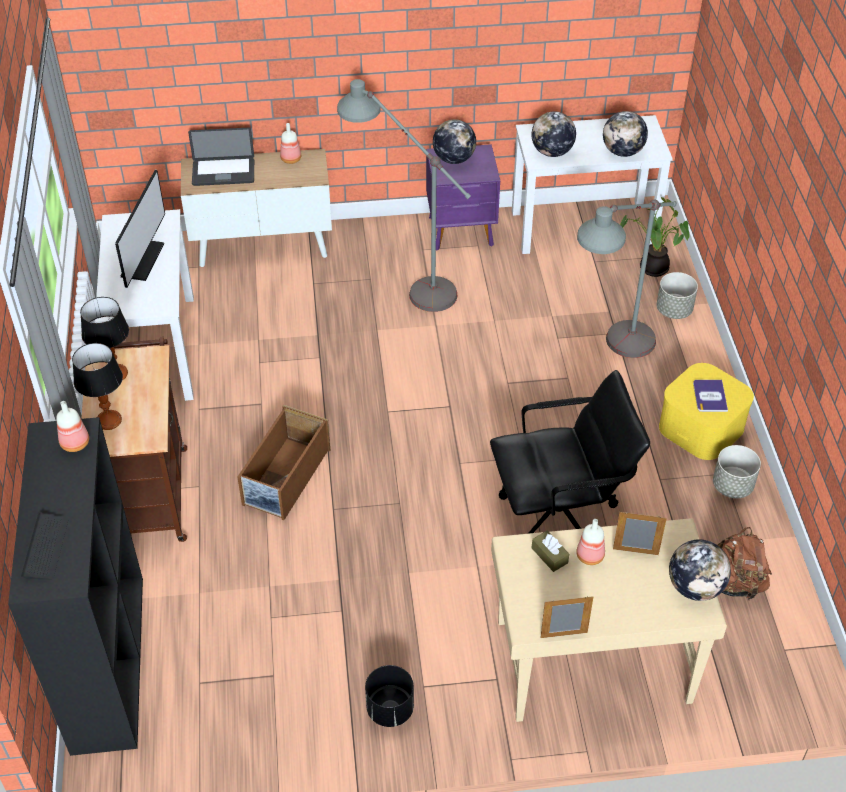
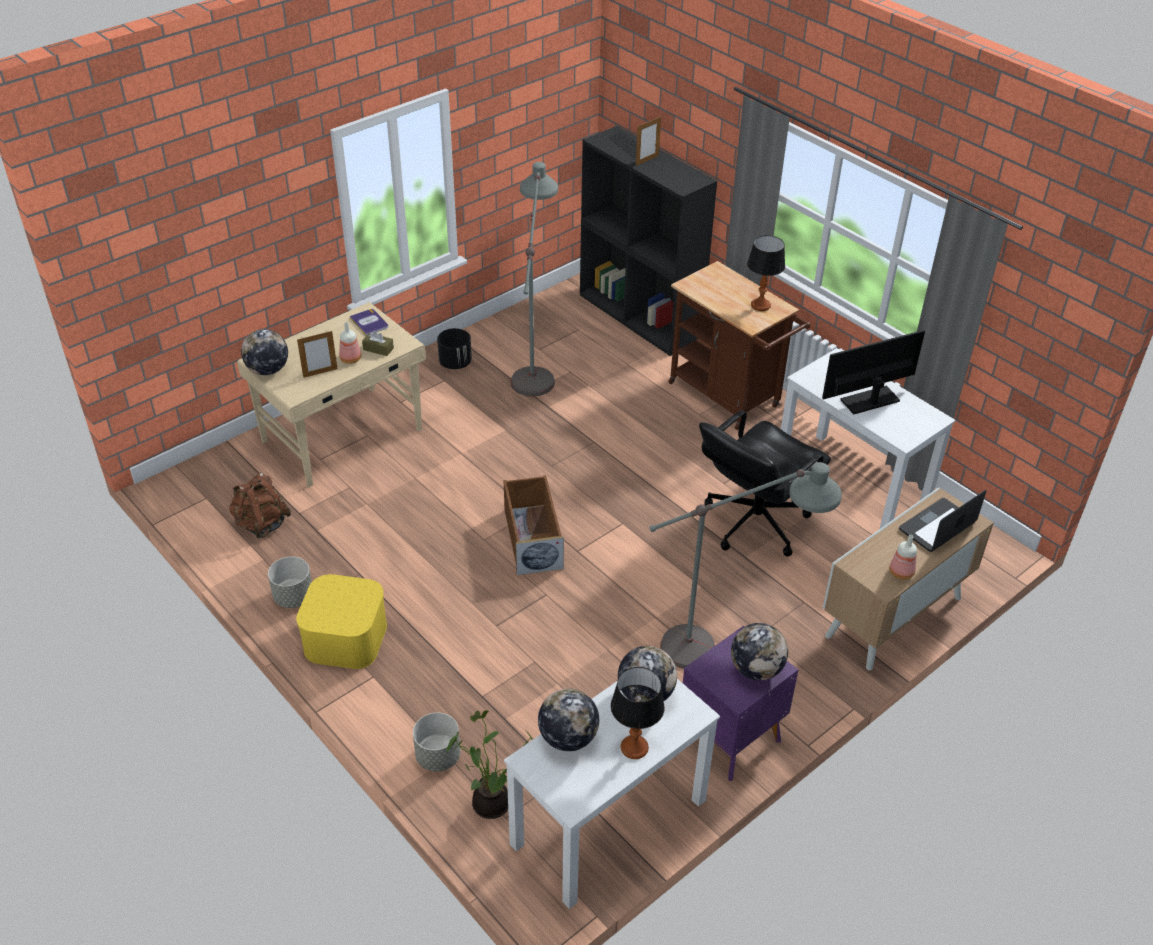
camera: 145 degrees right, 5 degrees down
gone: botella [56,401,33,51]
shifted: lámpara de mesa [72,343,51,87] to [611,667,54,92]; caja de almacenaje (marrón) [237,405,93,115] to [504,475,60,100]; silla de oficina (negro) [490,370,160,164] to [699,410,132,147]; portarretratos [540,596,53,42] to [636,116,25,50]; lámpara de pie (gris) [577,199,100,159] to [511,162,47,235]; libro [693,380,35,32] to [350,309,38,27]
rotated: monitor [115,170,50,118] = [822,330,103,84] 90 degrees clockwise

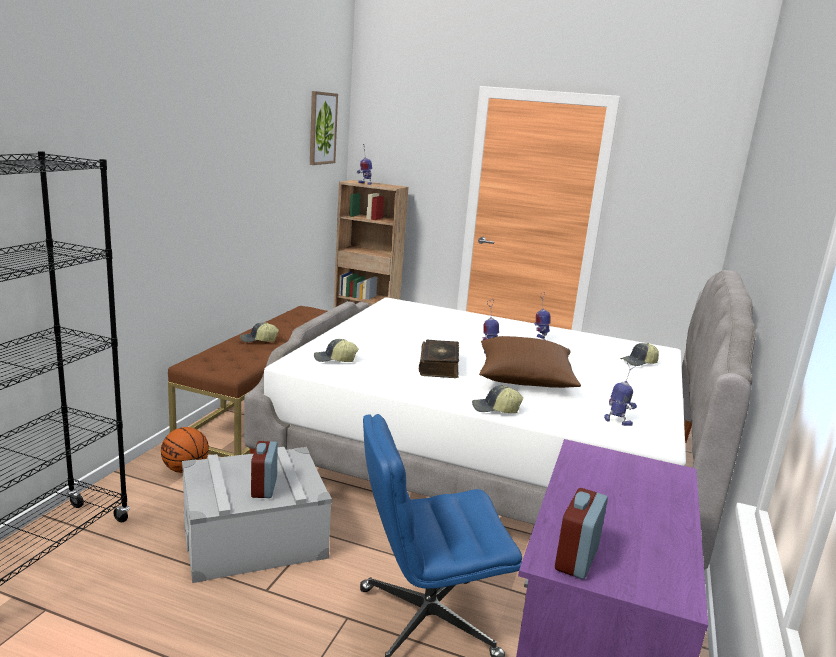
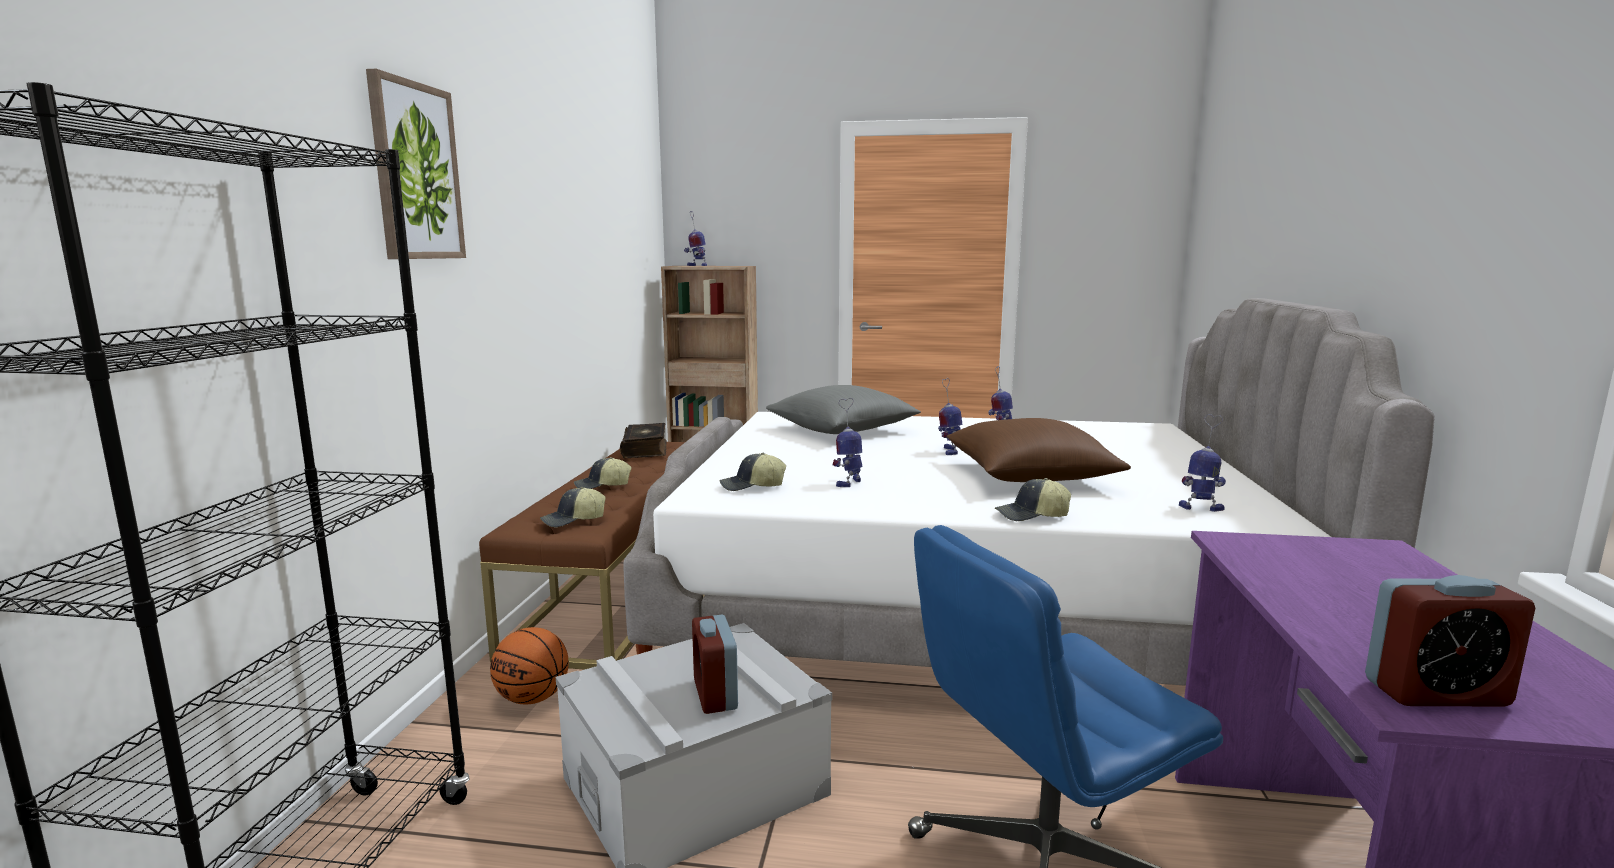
camera: 10 degrees left, 5 degrees down
new: cojín (gris) [766,385,155,49]; robot de juguete [833,398,30,89]
shifted: cuadro [310,91,28,74] to [366,69,100,190]; libro [419,340,40,38] to [620,423,47,35]; gorra [620,343,39,23] to [540,487,66,40]
rotated: despertador [555,488,53,91] = [1365,575,170,131] 105 degrees counterclockwise

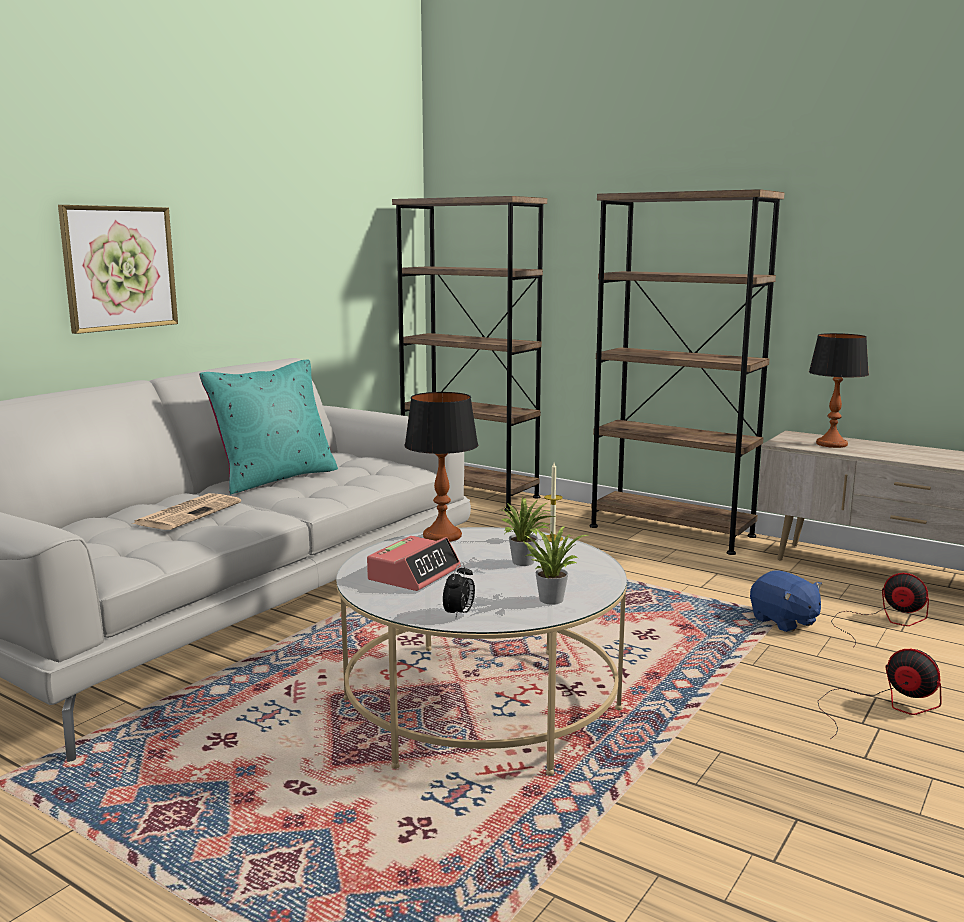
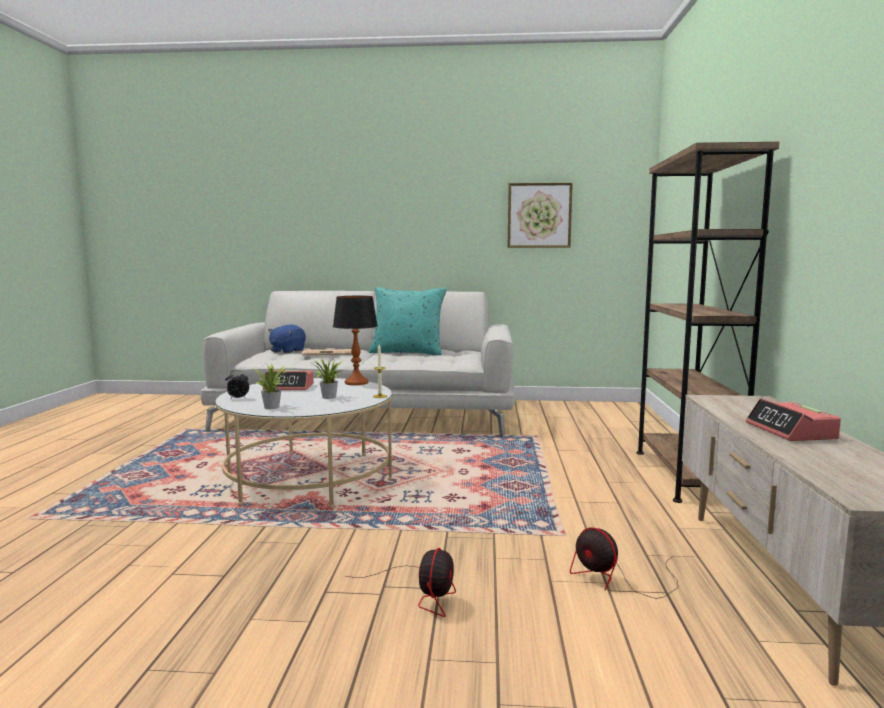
camera: 60 degrees right, 5 degrees down
gone: estantería (marrón) [392,196,155,315]; lámpara de mesa [809,333,60,115]
new: despertador [746,398,95,43]
shifted: cuadro [58,205,120,129] to [507,183,66,65]; peluche (azul) [750,570,72,63] to [268,324,38,29]
rotated: ventilador [831,573,98,75] = [570,527,108,72] 135 degrees clockwise

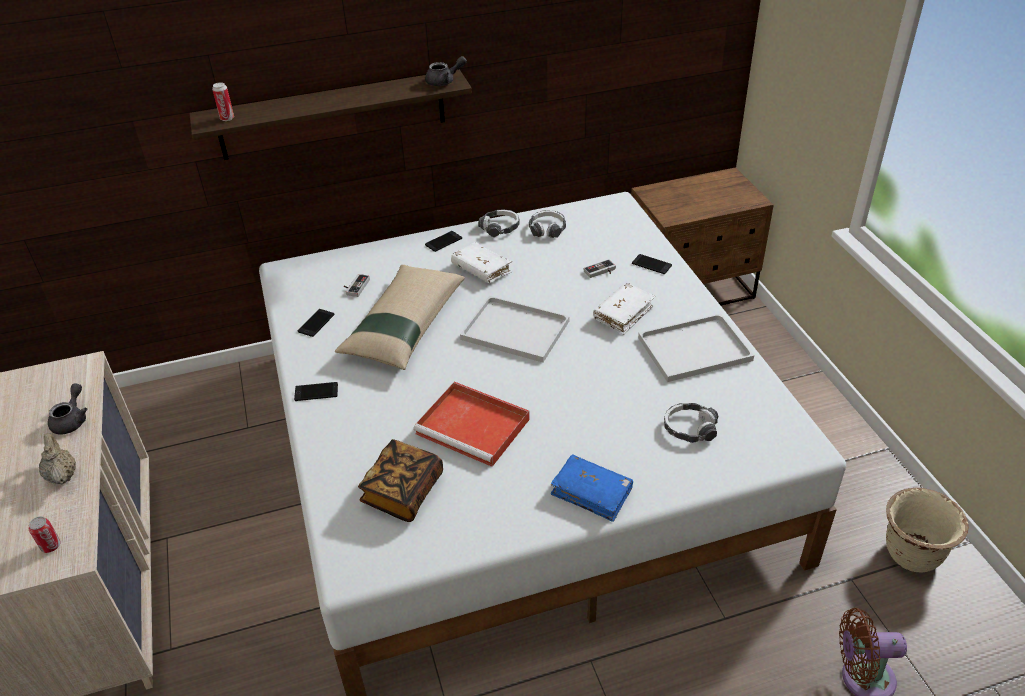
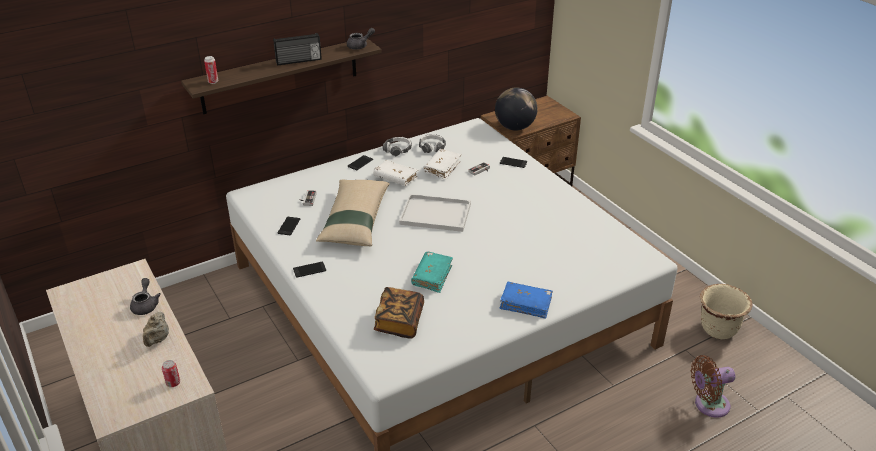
camera: 15 degrees left, 5 degrees down
gone: bandeja (blanco) [638,314,116,68]; auriculares [664,403,54,40]
new: radio [273,33,49,33]; globo terráqueo [495,87,43,44]
shifted: libro (blanco) [593,283,62,52] to [423,149,38,31]
swapped: bandeja (rojo) [414,382,116,85] to libro (turquesa) [411,252,42,41]
rotated: tetera (beis) [39,433,37,51] = [143,312,26,35] 135 degrees counterclockwise

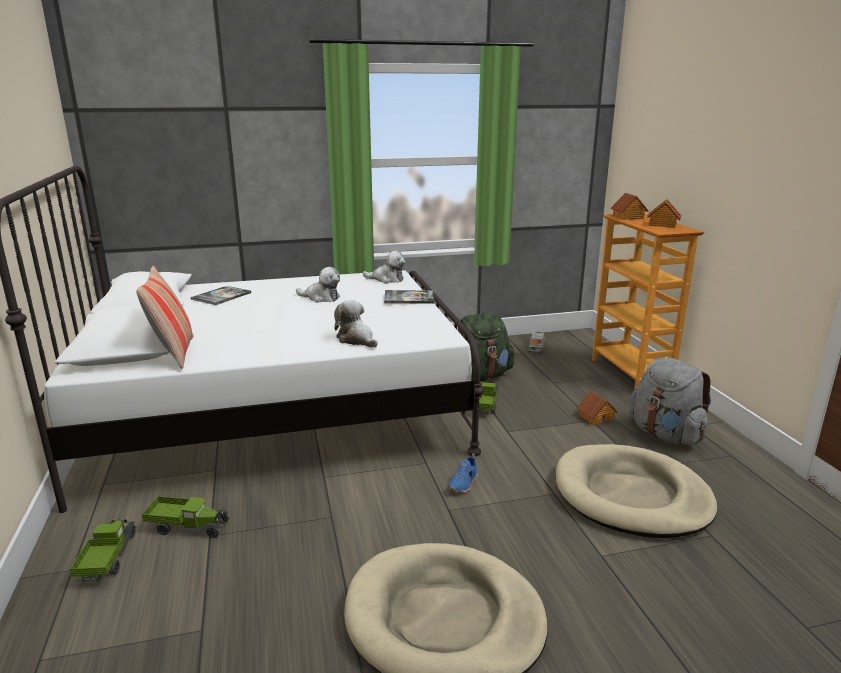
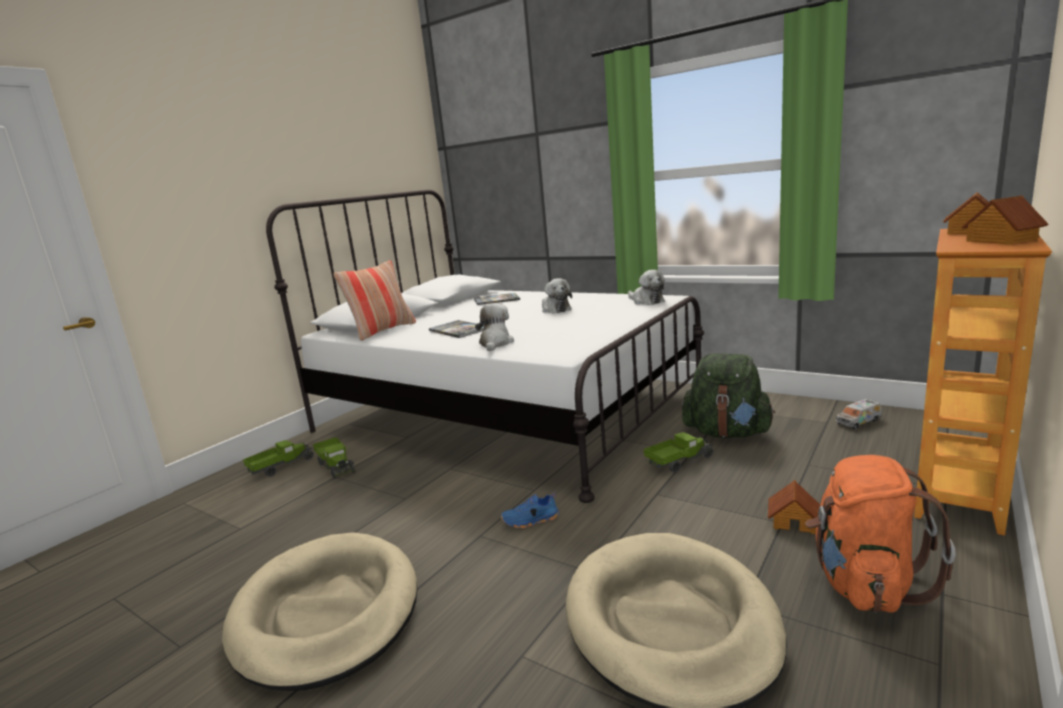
camera: 50 degrees right, 5 degrees down
shifted: libro [384,290,50,14] to [429,320,55,18]
repainted: mochila (gris) [629,358,82,88] to mochila (naranja) [805,455,151,158]

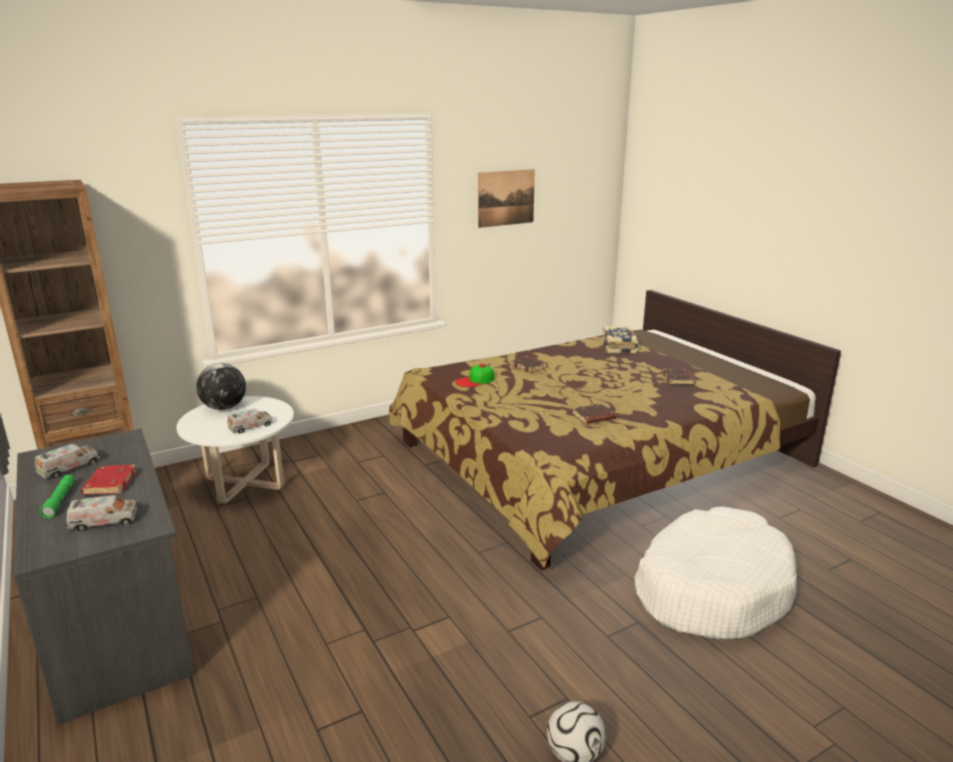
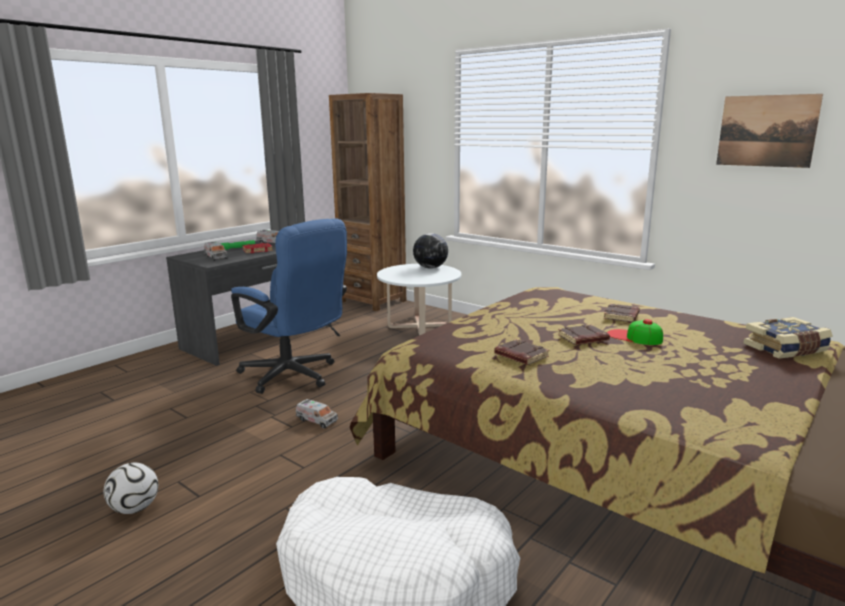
camera: 70 degrees right, 5 degrees down
new: silla de oficina (azul) [231,219,116,175]
shifted: camión de juguete [227,409,45,25] to [296,399,42,30]; gorra [455,364,40,23] to [607,319,56,26]; libro (marrón) [663,369,33,16] to [558,325,52,20]

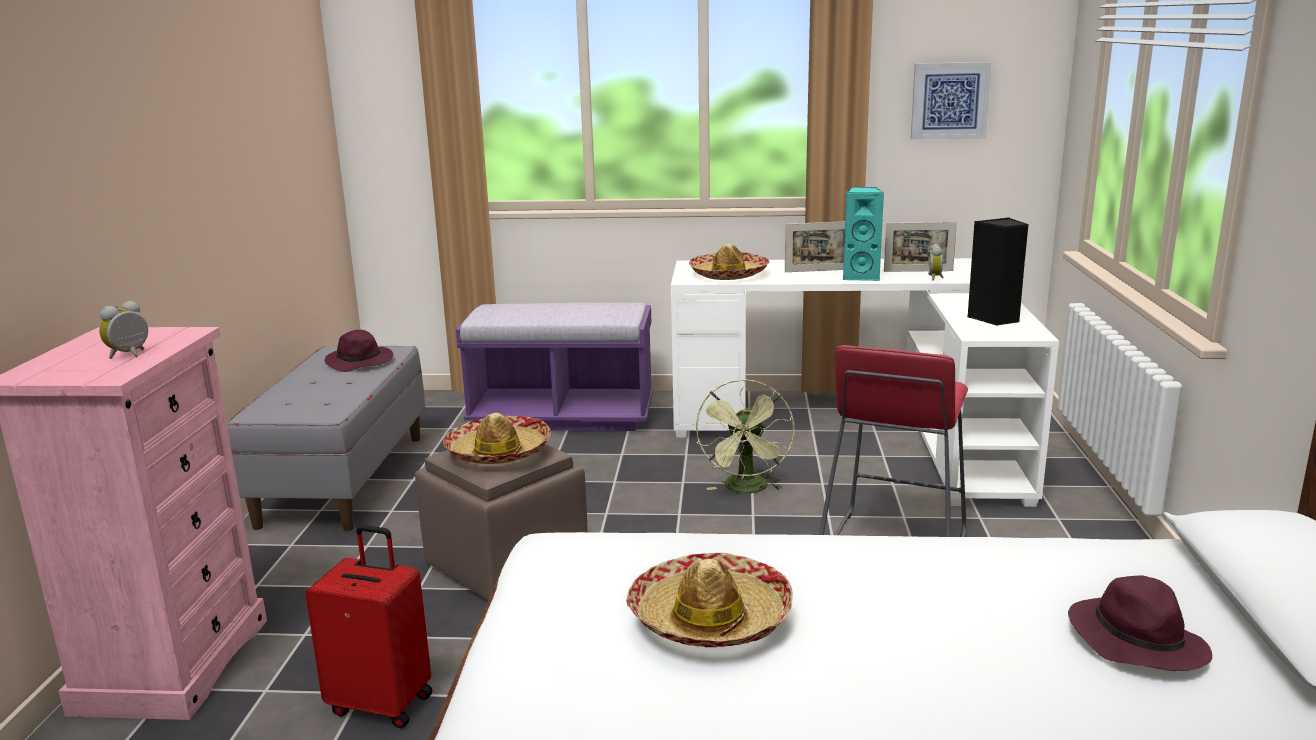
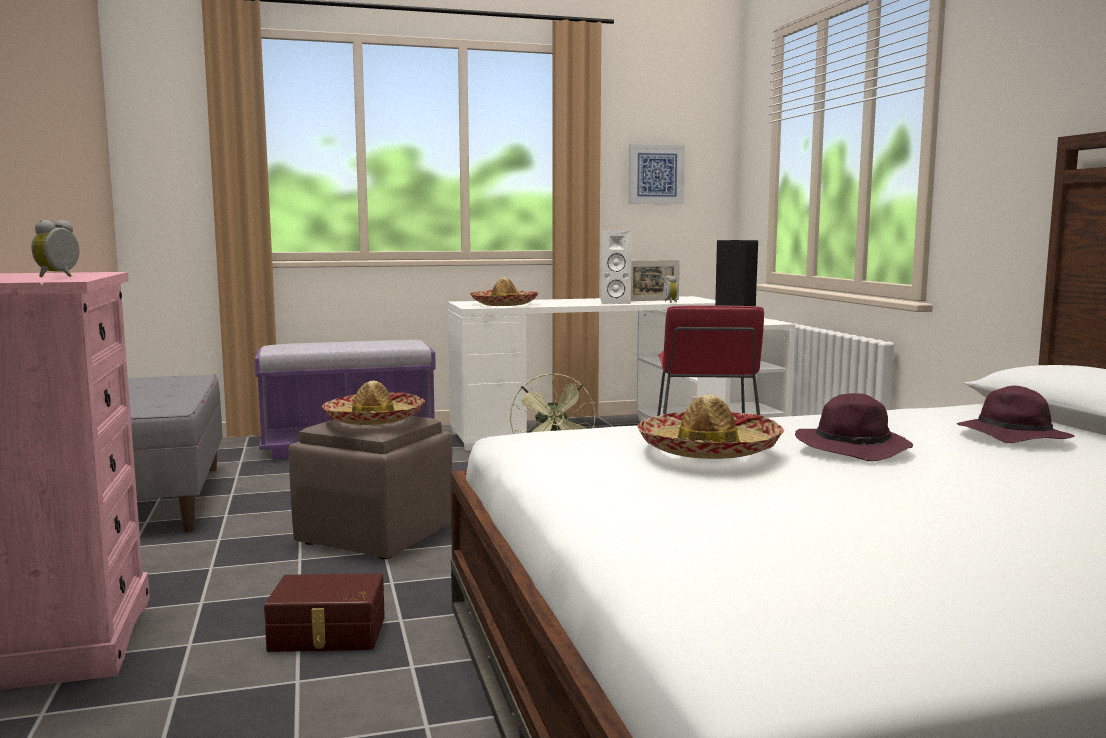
camera: 20 degrees left, 10 degrees down
gone: portarretratos [785,221,60,51]
shifted: sombrero (morado) [325,330,68,42] to [795,393,118,68]
swapped: maleta (rojo) [305,525,127,203] to caja de almacenaje (marrón) [264,573,121,79]
repainted: altavoz (turquesa) [843,187,41,94] to altavoz (blanco) [601,230,31,74]

